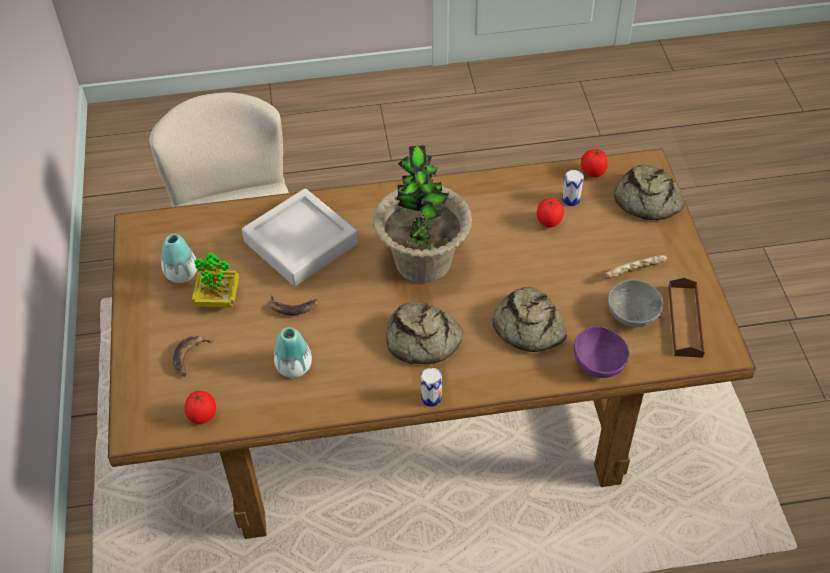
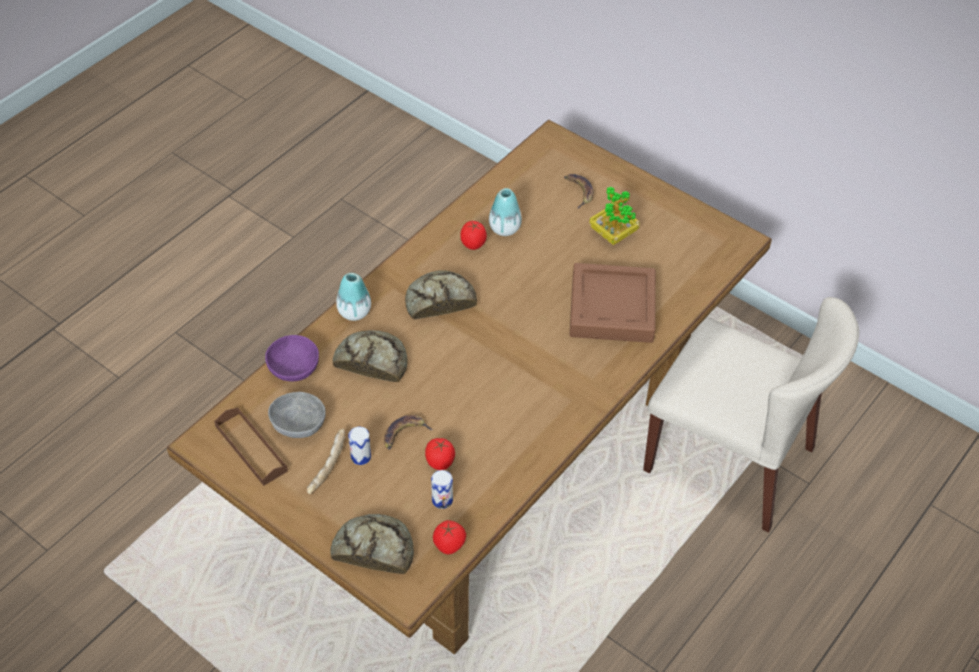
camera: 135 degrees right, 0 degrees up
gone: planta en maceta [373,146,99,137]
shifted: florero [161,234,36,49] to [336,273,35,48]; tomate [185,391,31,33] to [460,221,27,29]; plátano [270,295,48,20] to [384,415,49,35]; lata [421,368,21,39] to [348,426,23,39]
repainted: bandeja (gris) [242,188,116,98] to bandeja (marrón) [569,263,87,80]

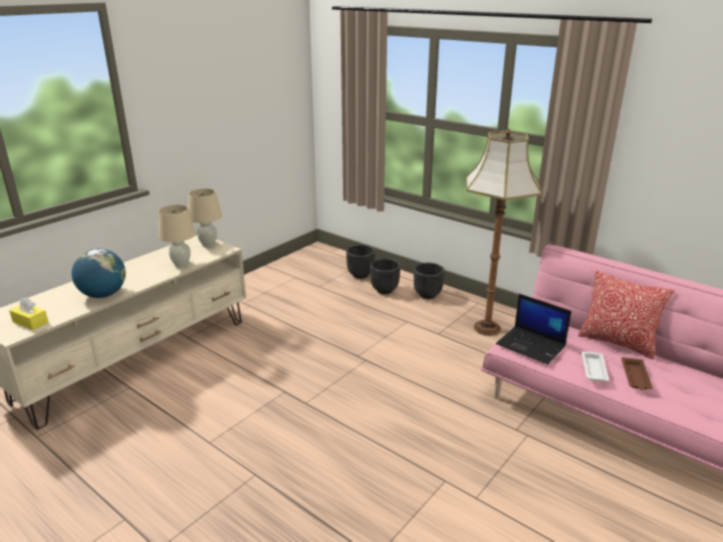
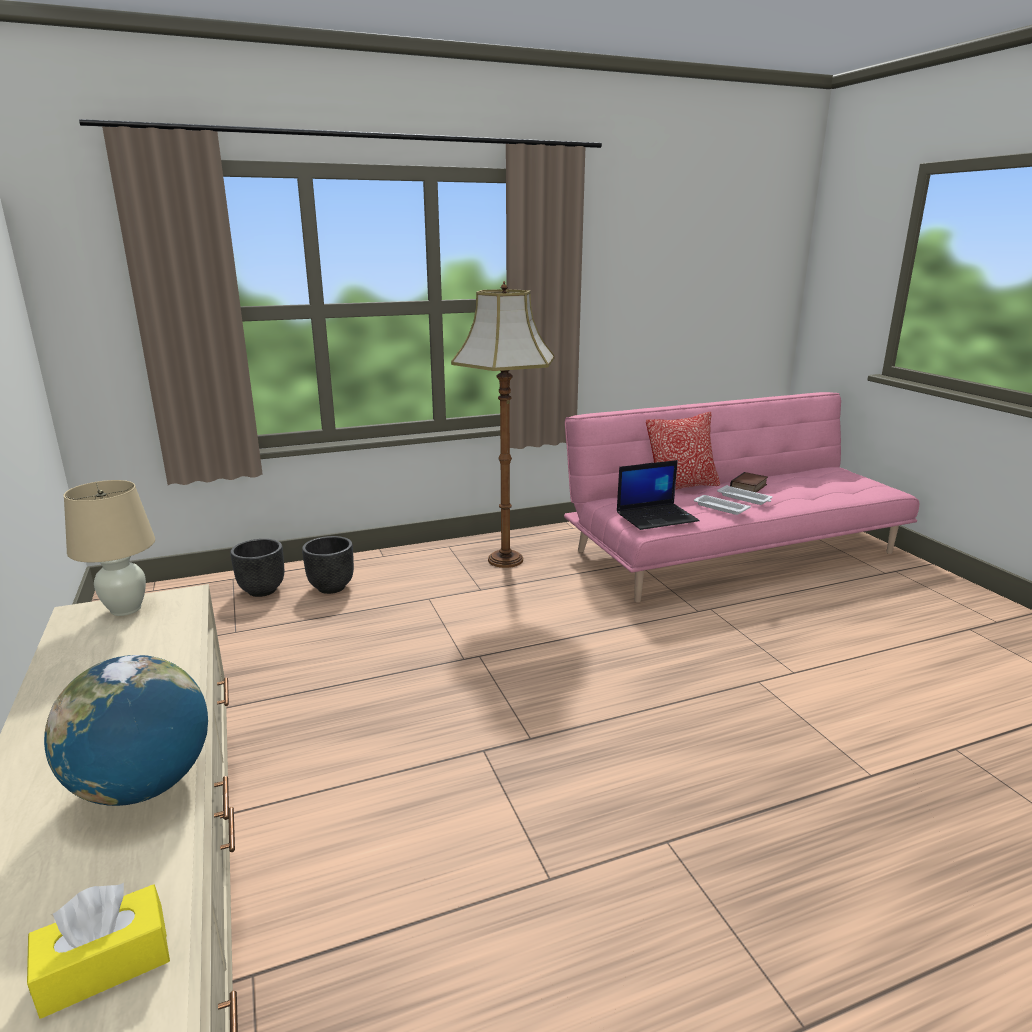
camera: 60 degrees left, 5 degrees down
gone: lámpara de mesa (beis) [158,204,38,63]; maceta (negro) [414,263,31,36]
new: libro [730,472,38,21]
repainted: bandeja (marrón) [622,357,31,33] to bandeja (blanco) [717,485,56,20]

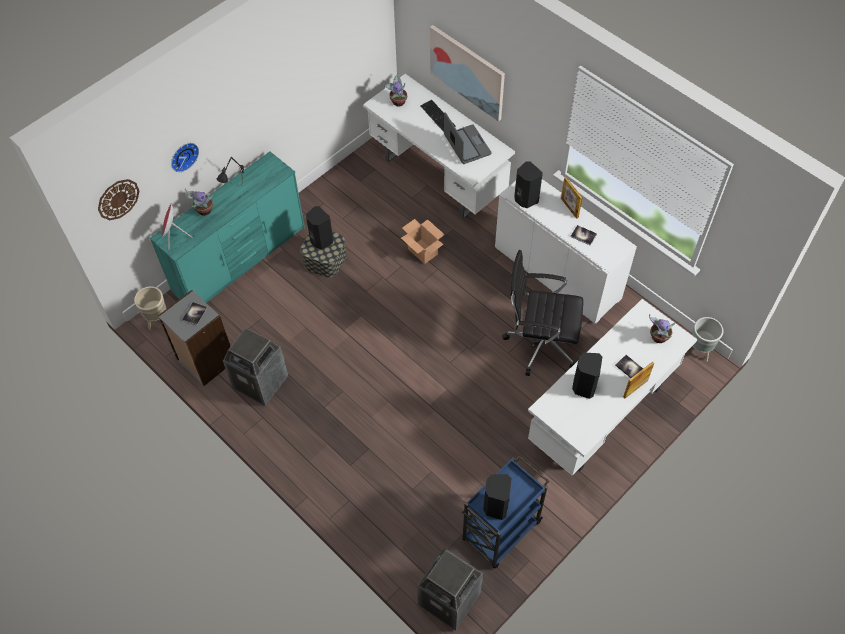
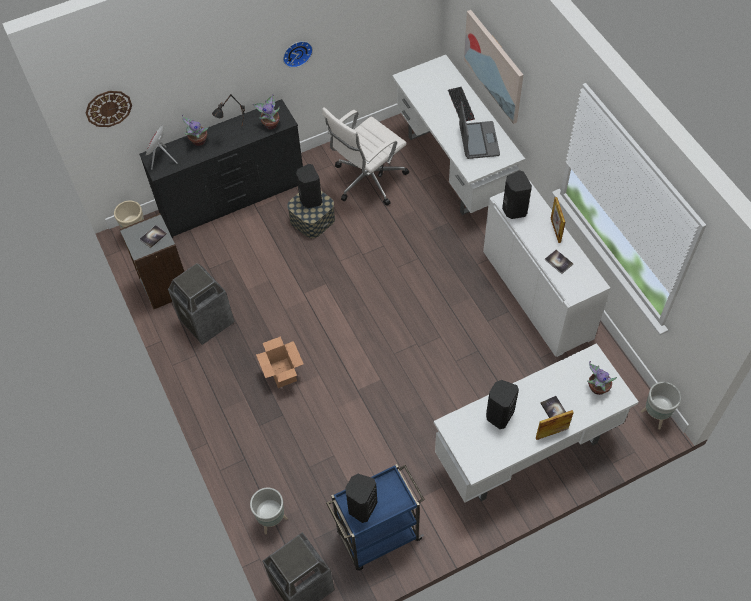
camera: 20 degrees right, 0 degrees up
gone: silla de oficina (negro) [502,250,81,126]
new: maceta (gris) [250,487,38,47]; silla de oficina (blanco) [322,107,87,99]
shifted: reloj de pared [171,143,28,29] to [283,41,30,27]; planta en maceta [384,73,24,34] to [253,94,27,36]; caja de cartón [401,219,44,45] to [256,336,47,52]
repainted: cómoda (turquesa) [150,152,155,151] to cómoda (negro) [139,99,164,139]

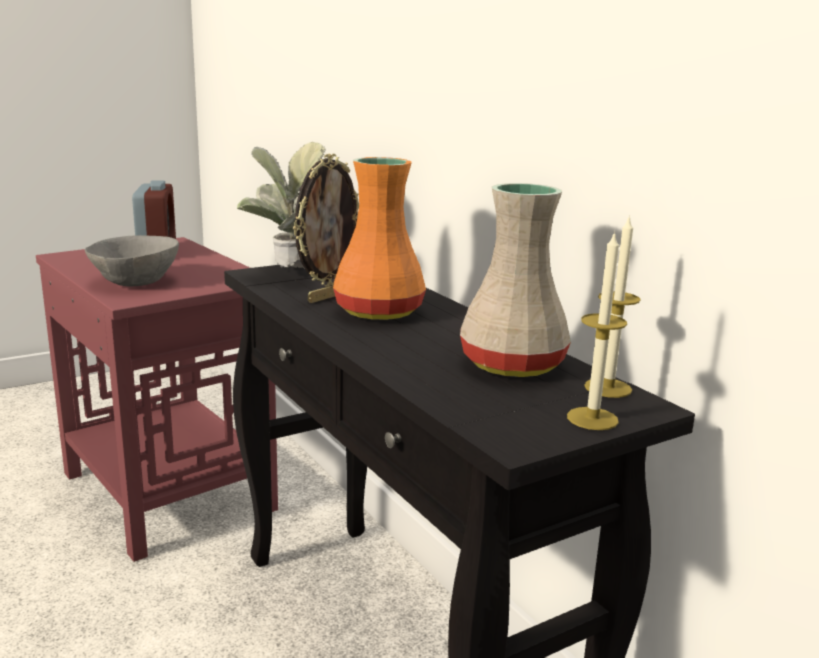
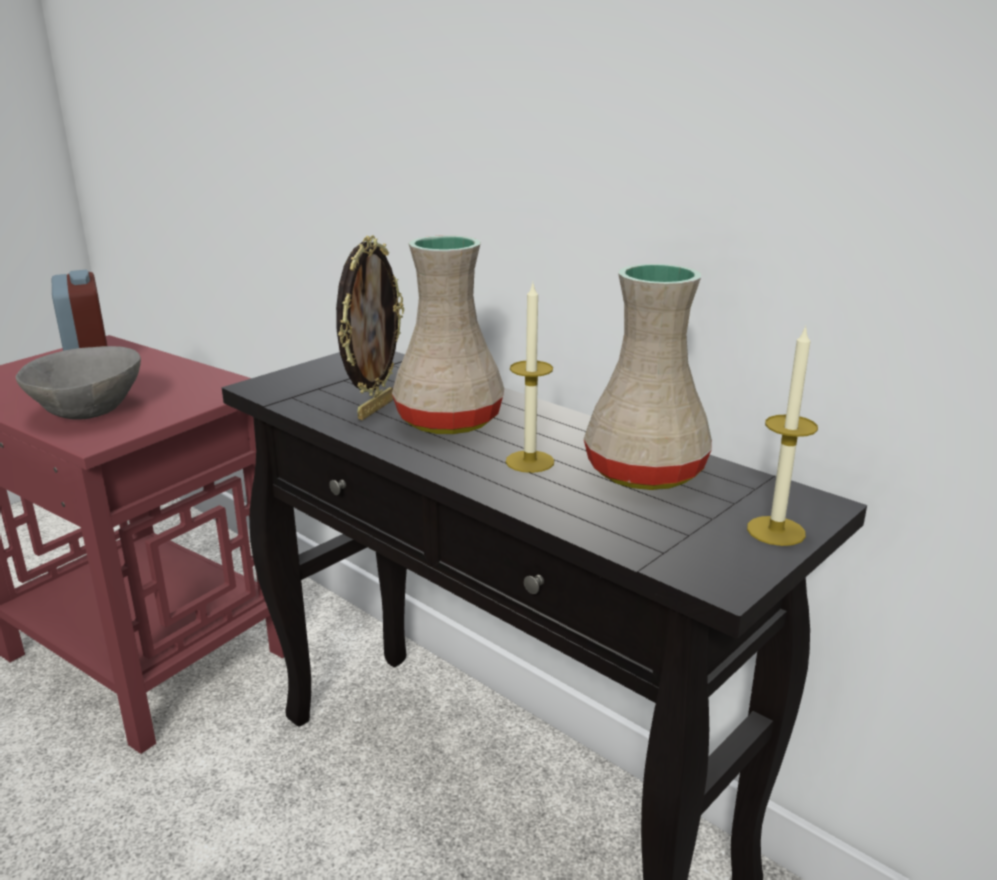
camera: 15 degrees left, 5 degrees up
gone: planta en maceta [237,142,90,127]
shifted: vela [584,215,57,183] to [506,284,48,189]
repainted: florero (naranja) [333,157,93,163] to florero (beis) [392,235,112,199]

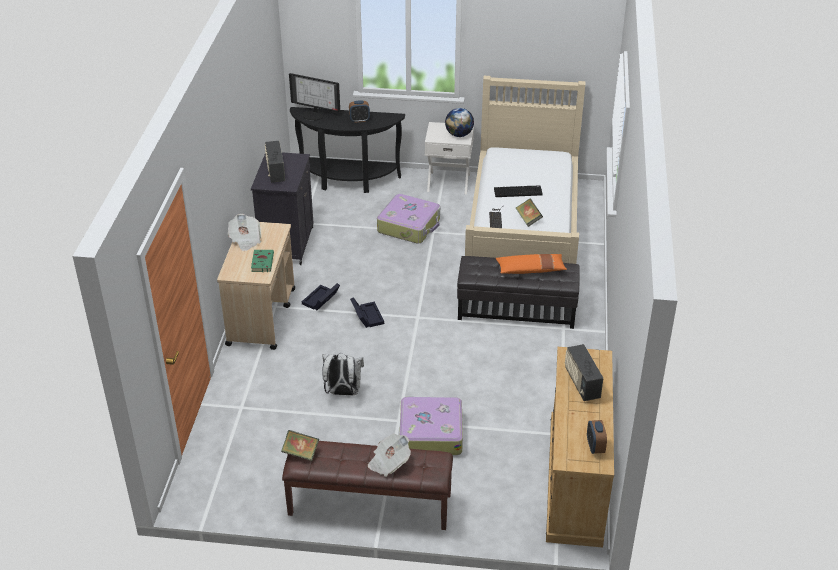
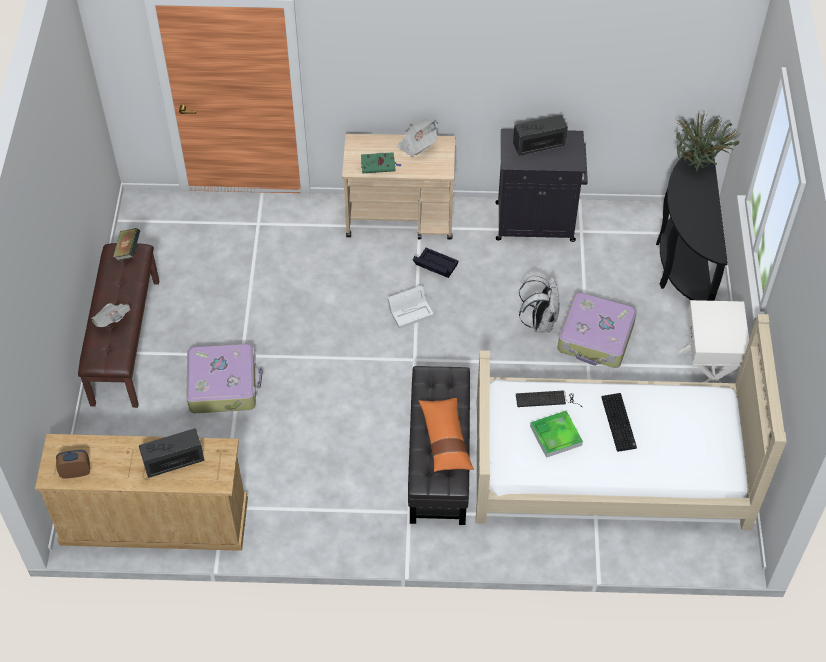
camera: 85 degrees right, 15 degrees up
gone: despertador [349,101,21,22]; globo terráqueo [445,108,29,29]
shifted: mochila (blanco) [322,353,42,42] to [519,276,41,56]
swapped: monitor [289,73,51,48] to planta en maceta [676,112,66,60]; libro [516,198,27,29] to bandeja [530,411,53,47]
repainted: caja de almacenaje (negro) [350,297,34,31] to caja de almacenaje (blanco) [387,285,47,44]

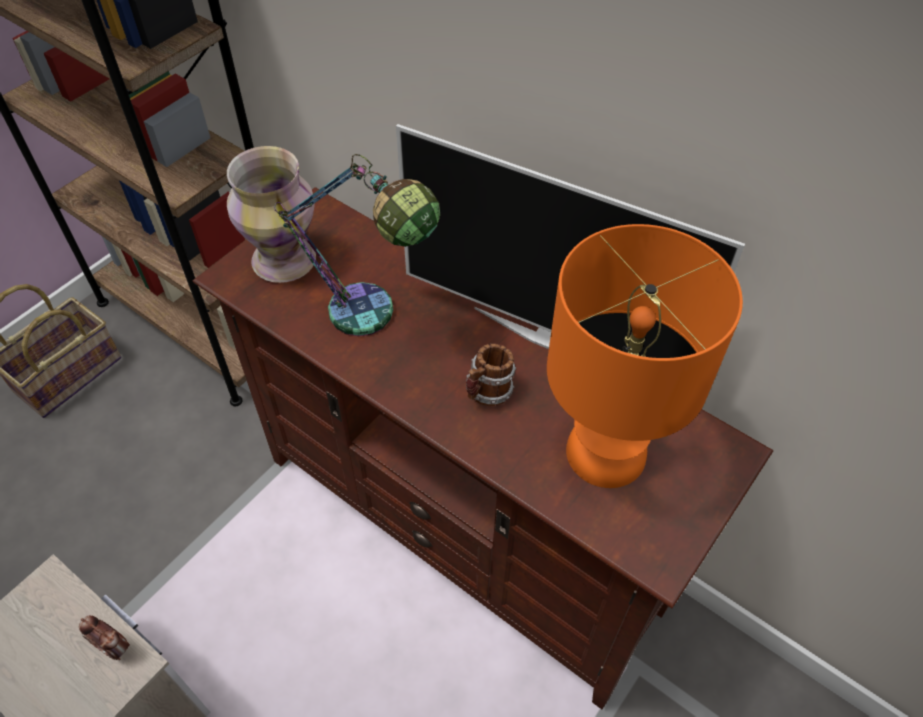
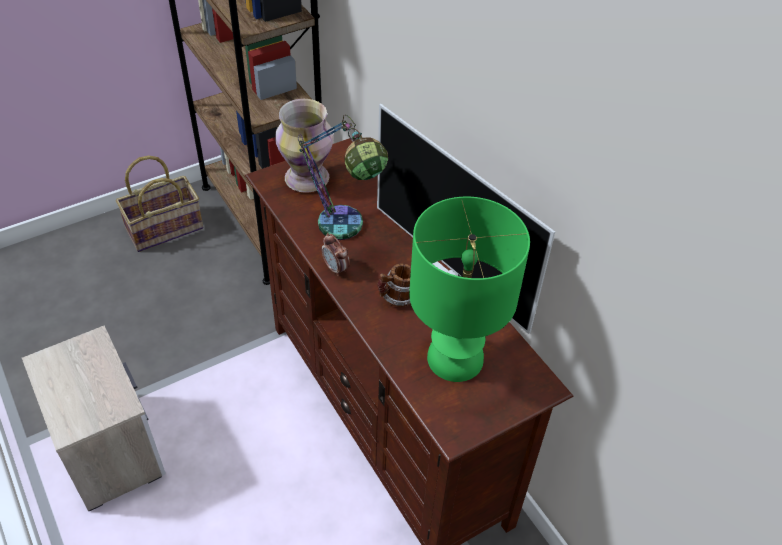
camera: 20 degrees right, 5 degrees down
shifted: despertador [79,615,51,45] to [322,233,28,44]
repainted: lámpara de mesa (naranja) [547,224,196,264] to lámpara de mesa (verde) [409,197,121,185]

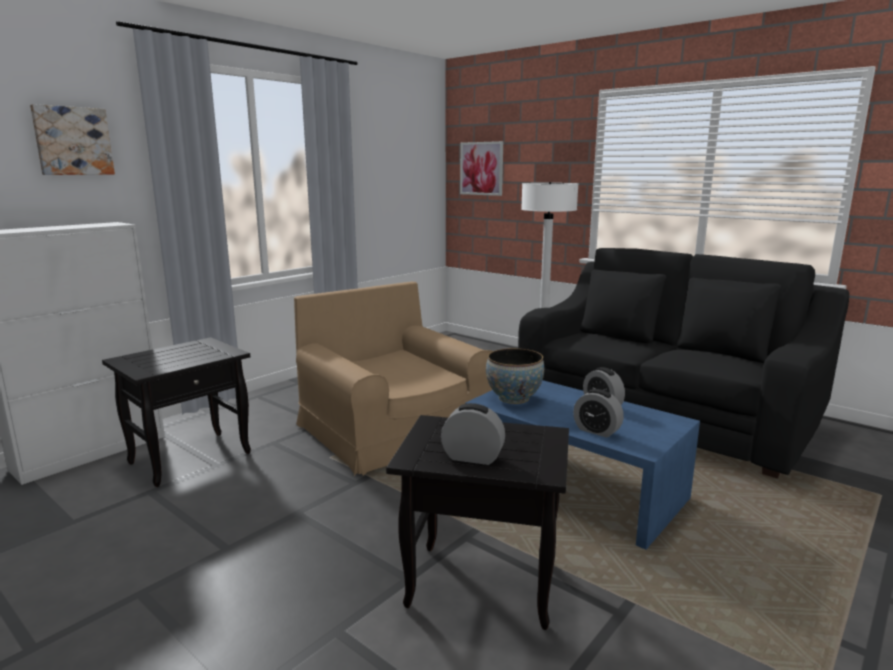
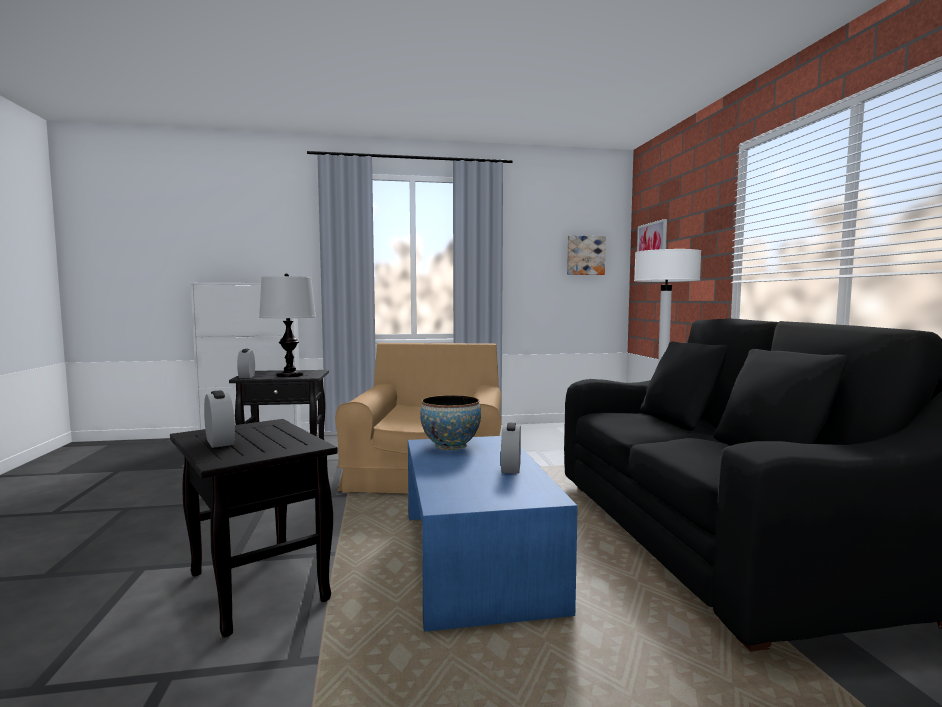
camera: 40 degrees right, 10 degrees down
new: lámpara de mesa [259,273,57,104]
shifted: cuadro [30,104,85,71] to [567,235,39,40]; despertador [573,389,51,49] to [237,349,18,29]

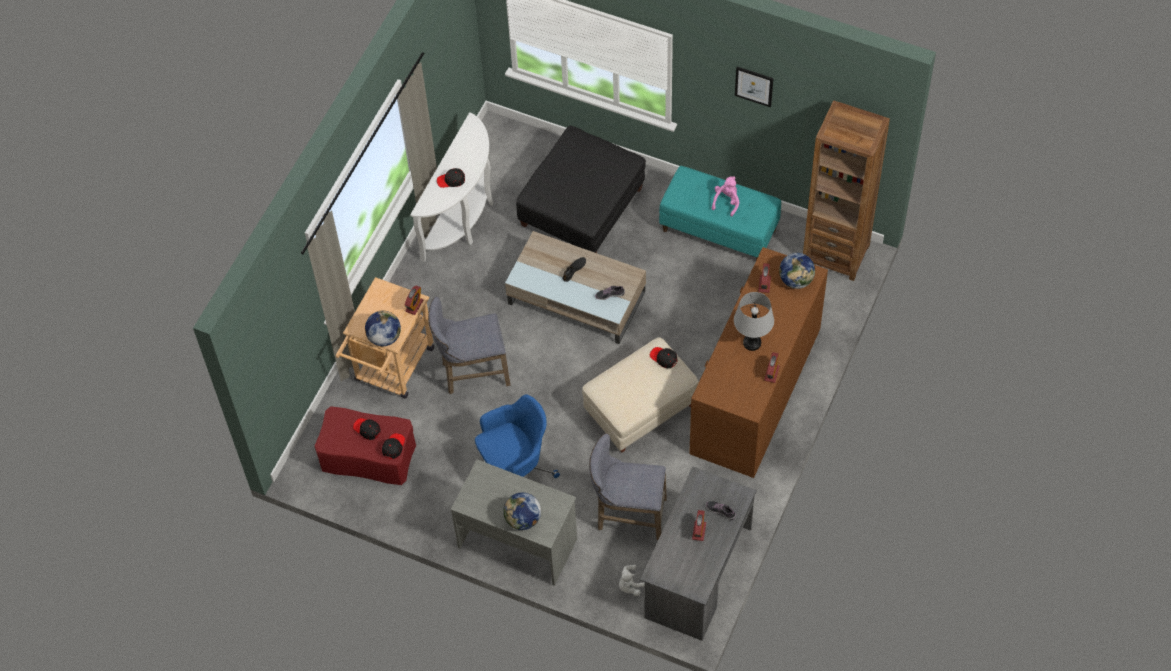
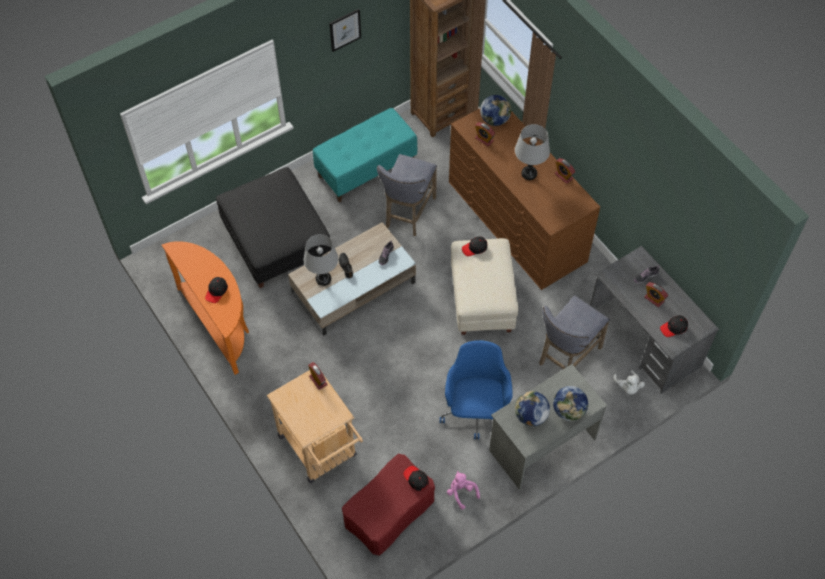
camera: 60 degrees left, 0 degrees up
new: lámpara de mesa (gris) [304,234,34,52]
shifted: gorra (negro) [353,418,28,22] to [660,315,28,22]; globo terráqueo [365,311,36,35] to [515,391,35,35]; taburete (gris) [428,297,83,97] to [377,154,60,82]; peluche (rosa) [712,176,28,41] to [447,471,33,39]
repainted: mesa consola (blanco) [410,112,83,150] to mesa consola (naranja) [162,241,87,134]

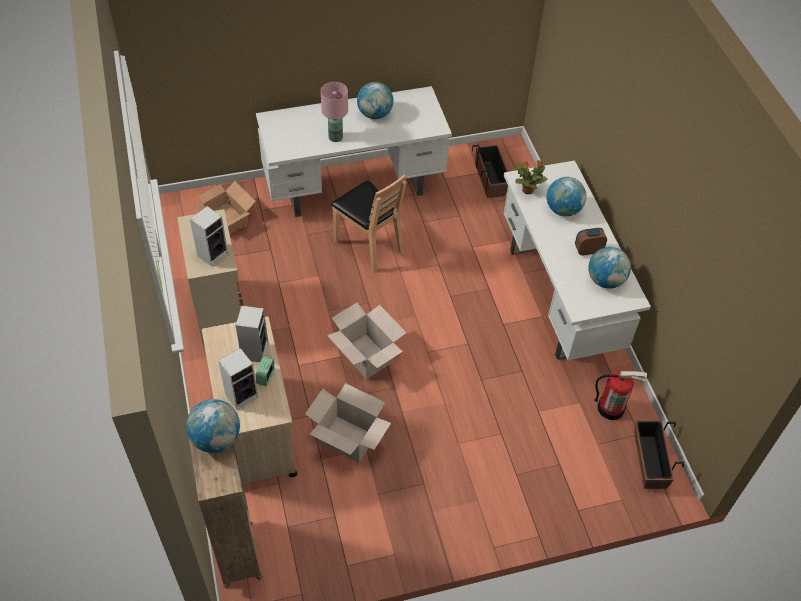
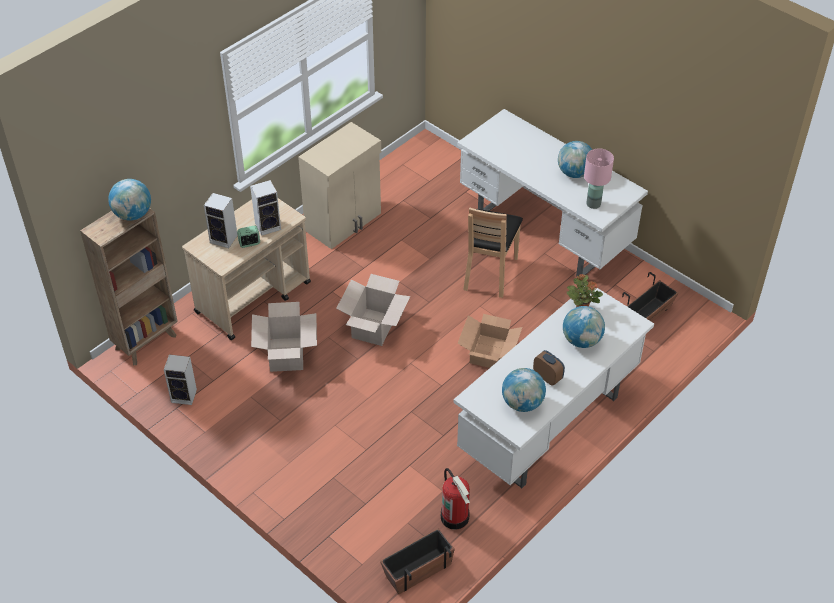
camera: 60 degrees right, 5 degrees down
shifted: altavoz [190,206,38,60] to [164,354,33,51]; caja de cartón [191,181,65,53] to [457,314,65,54]; lámpara de mesa (rosa) [321,82,27,60] to [584,148,30,61]

